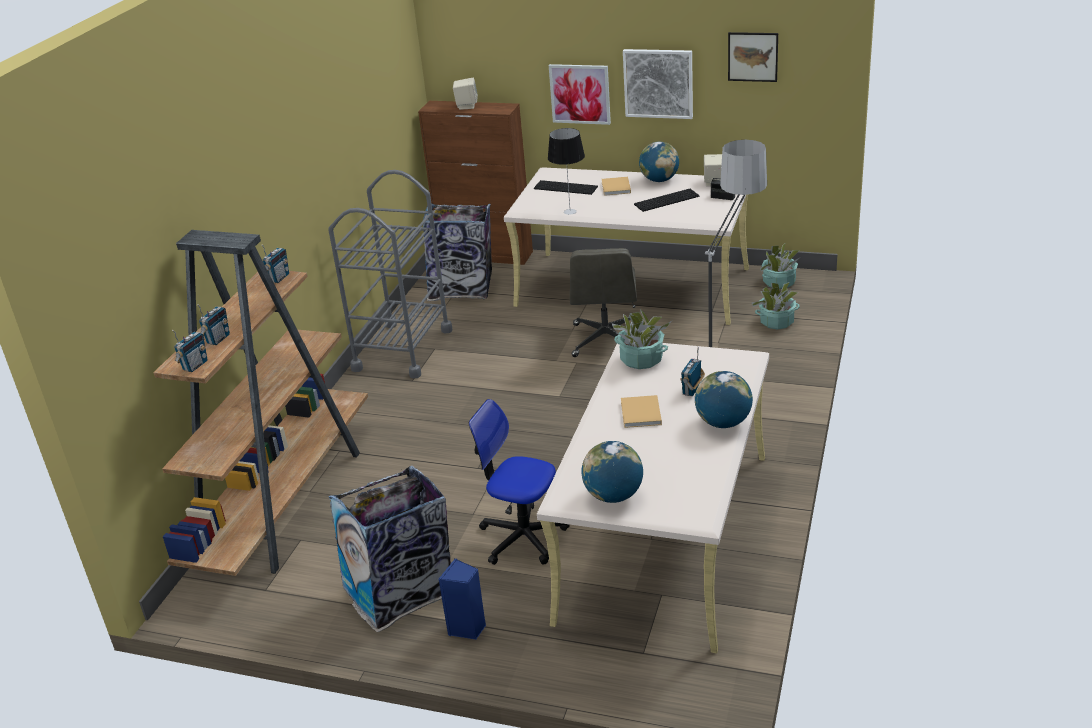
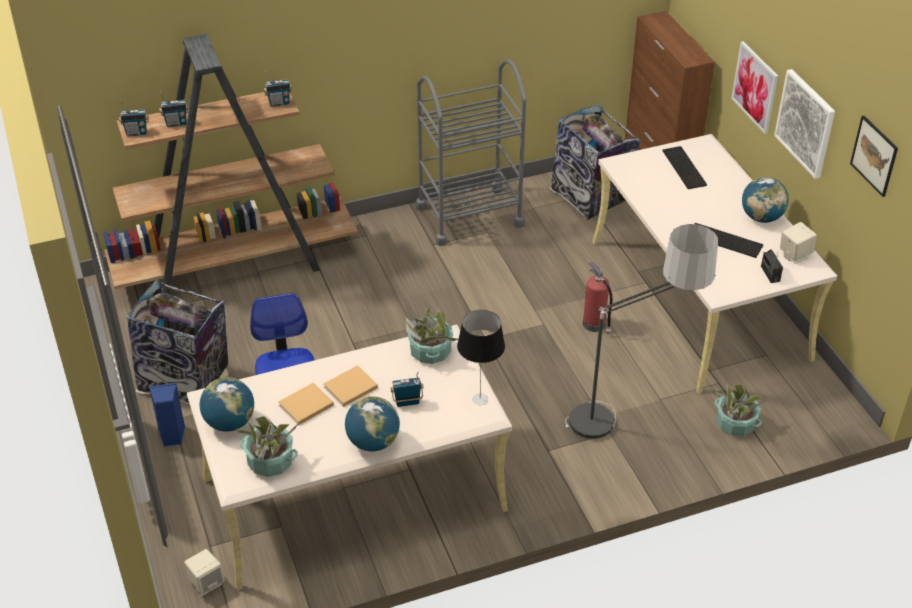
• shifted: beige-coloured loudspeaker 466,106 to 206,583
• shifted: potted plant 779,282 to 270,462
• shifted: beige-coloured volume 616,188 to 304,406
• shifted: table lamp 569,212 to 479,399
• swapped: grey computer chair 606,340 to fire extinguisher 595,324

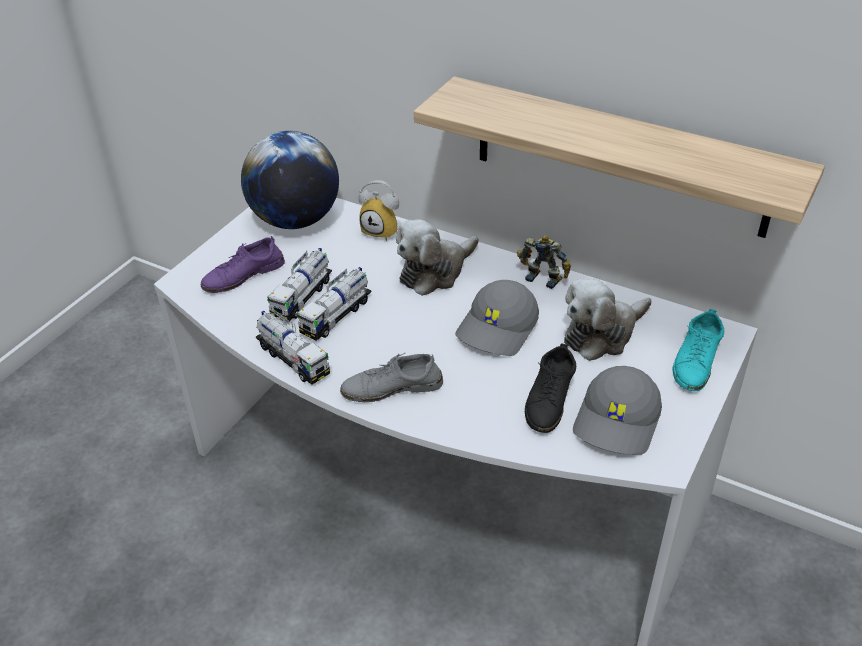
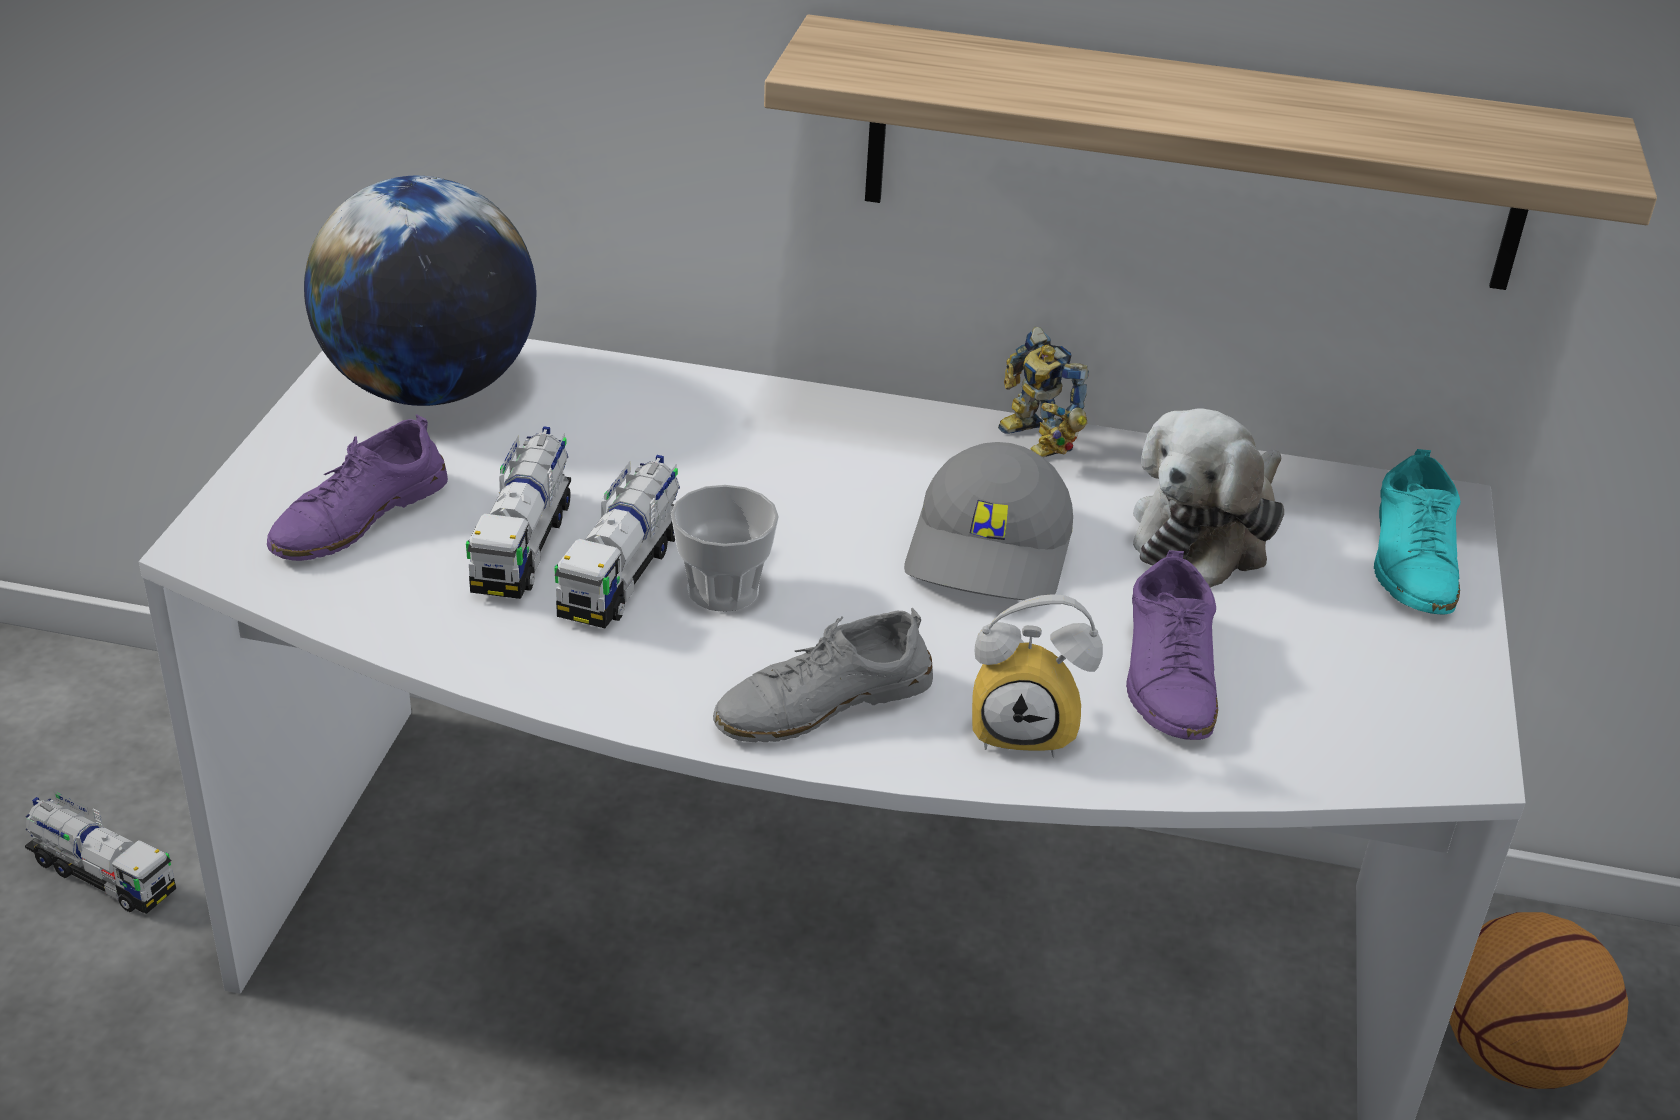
• shifted: toy truck 293,359 to 102,876
• new: small cup 723,590
• shifted: table clock 383,231 to 1026,728
• rotated: model robot 543,277 = 1032,442 135 degrees counterclockwise
• repainted: blackish item of footwear 549,399 to purple item of footwear 1169,673
• new: ball for basketball 1513,1058
• gone: cuddly toy 435,271
• gone: grey peaked cap 618,422

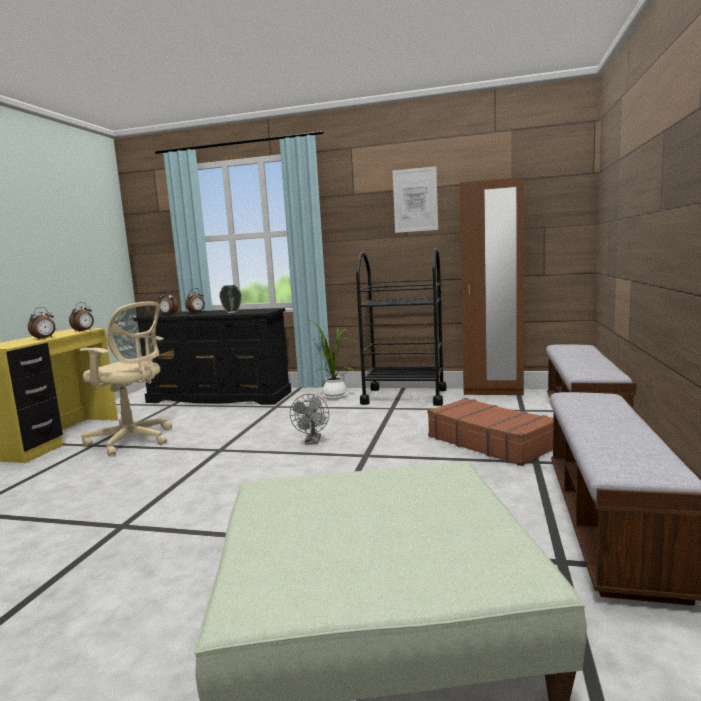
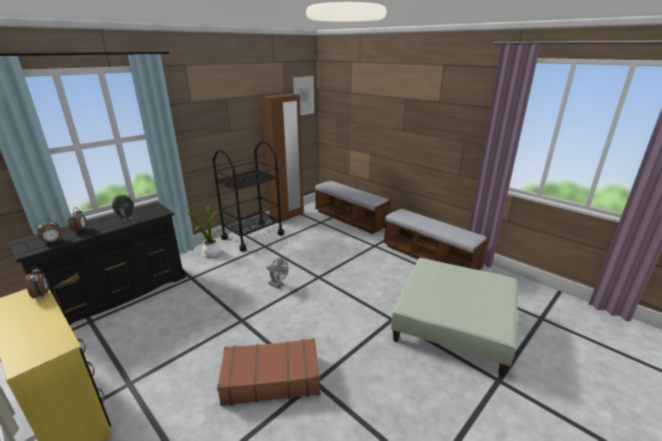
• shifted: brownish suitcase 490,442 to 271,378
• shifted: wall picture 415,200 to 303,96
• gone: table clock 44,338
• gone: beige-coloured computer chair 133,440

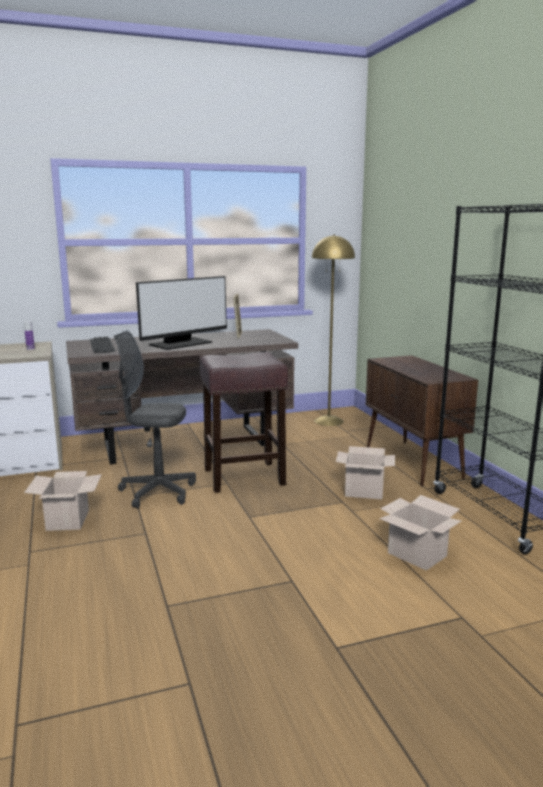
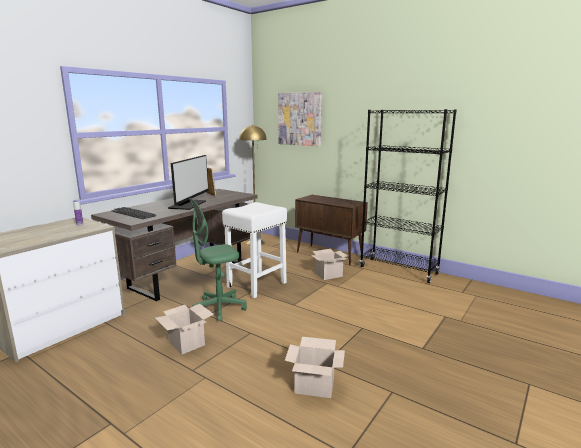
• repainted: grey computer chair 157,492 to green-coloured computer chair 218,308
• repainted: brownish sitting stool 242,477 to white sitting stool 256,285
• new: wall picture 300,119
• shifted: carton 415,554 to 313,386

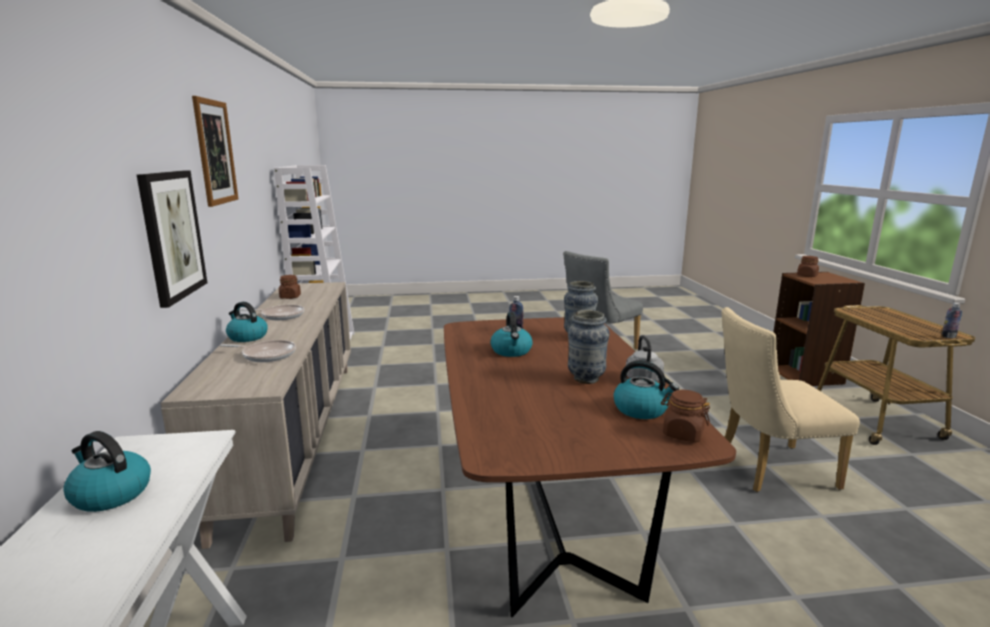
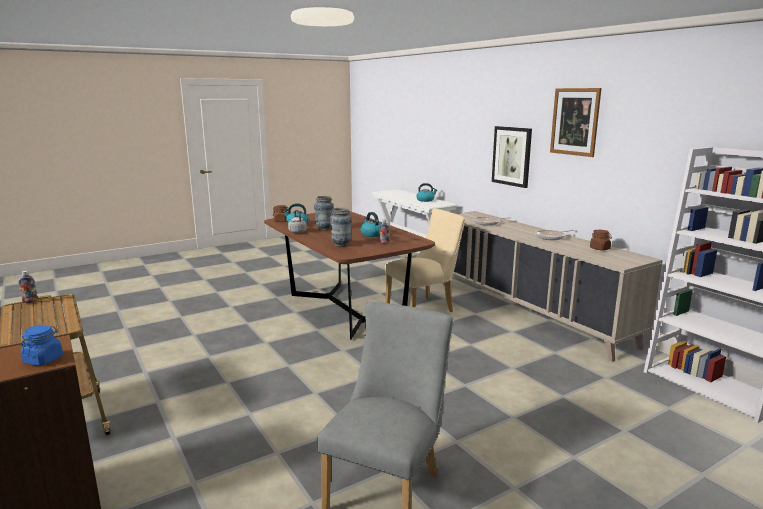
• repainted: brownish preserve jar 807,276 to bluish preserve jar 43,359
• shifted: beige-coloured plain chair 767,469 to 424,309
• gone: tea kettle 247,337

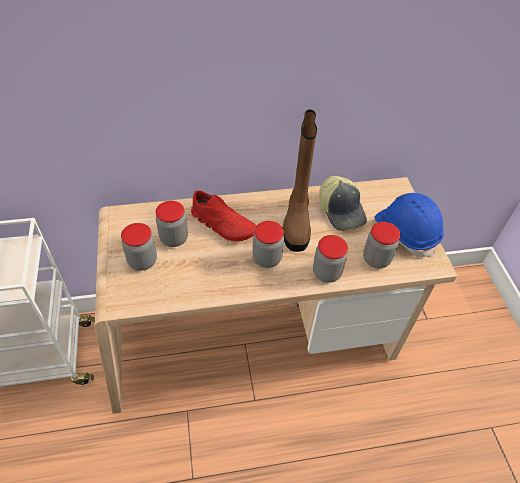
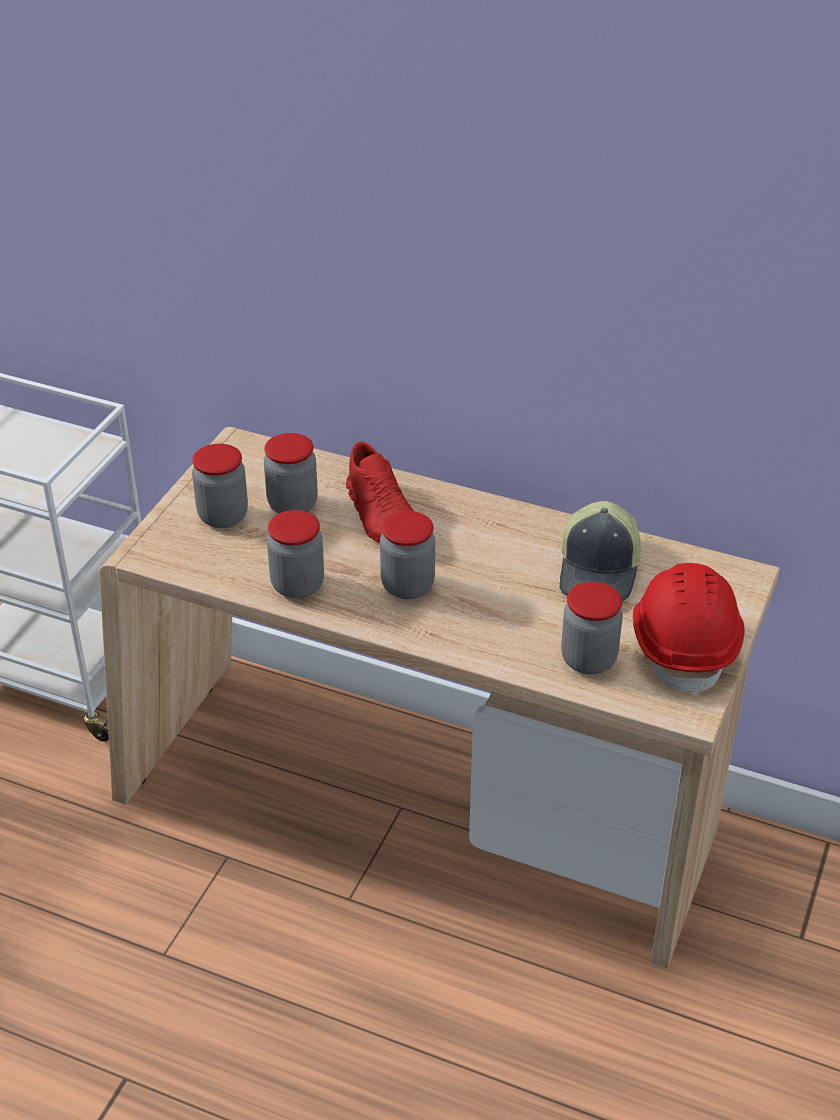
• shifted: preserve jar 326,273 to 297,585
• repainted: bluish work helmet 406,232 to red-coloured work helmet 684,645
• gone: brownish high-top boot 297,222

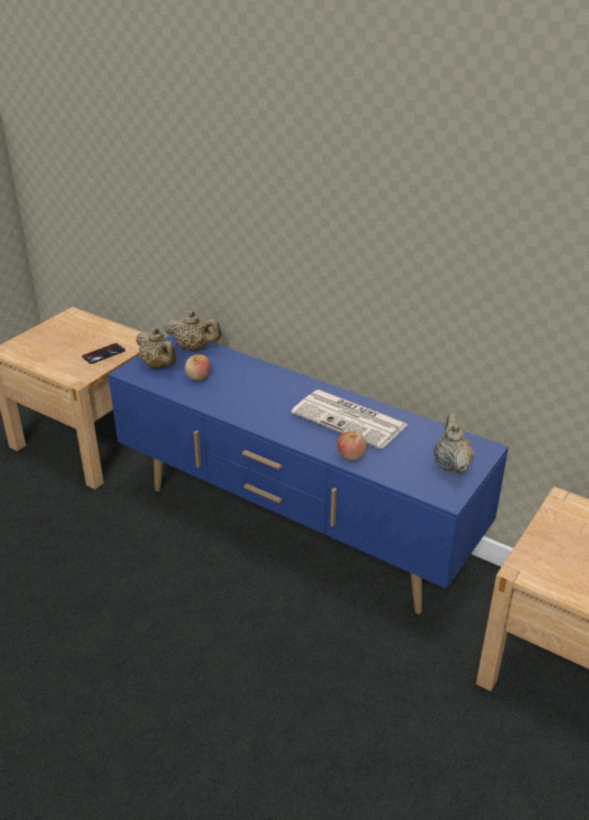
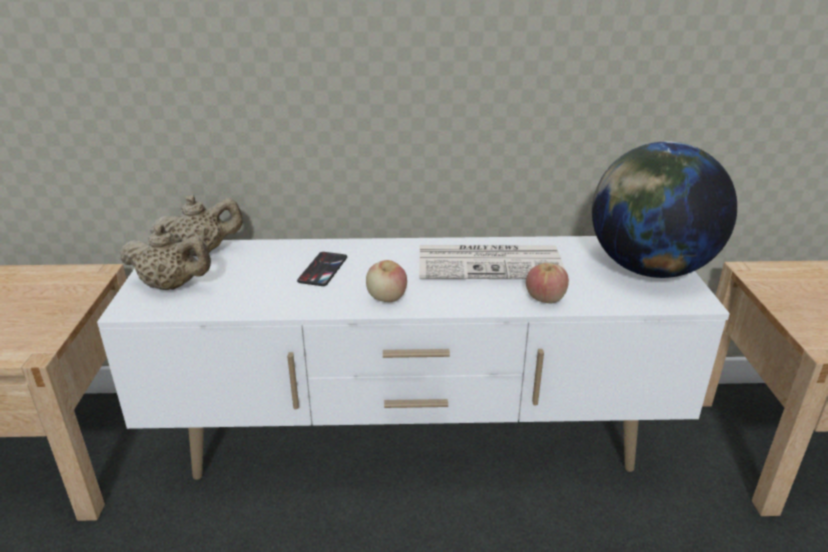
• repainted: bluish tv unit 296,528 to white tv unit 415,441
• shifted: handset 103,354 to 323,269
• shifted: apple 198,378 to 386,298
• swapped: beige-coloured tea pot 451,465 to desk globe 649,269

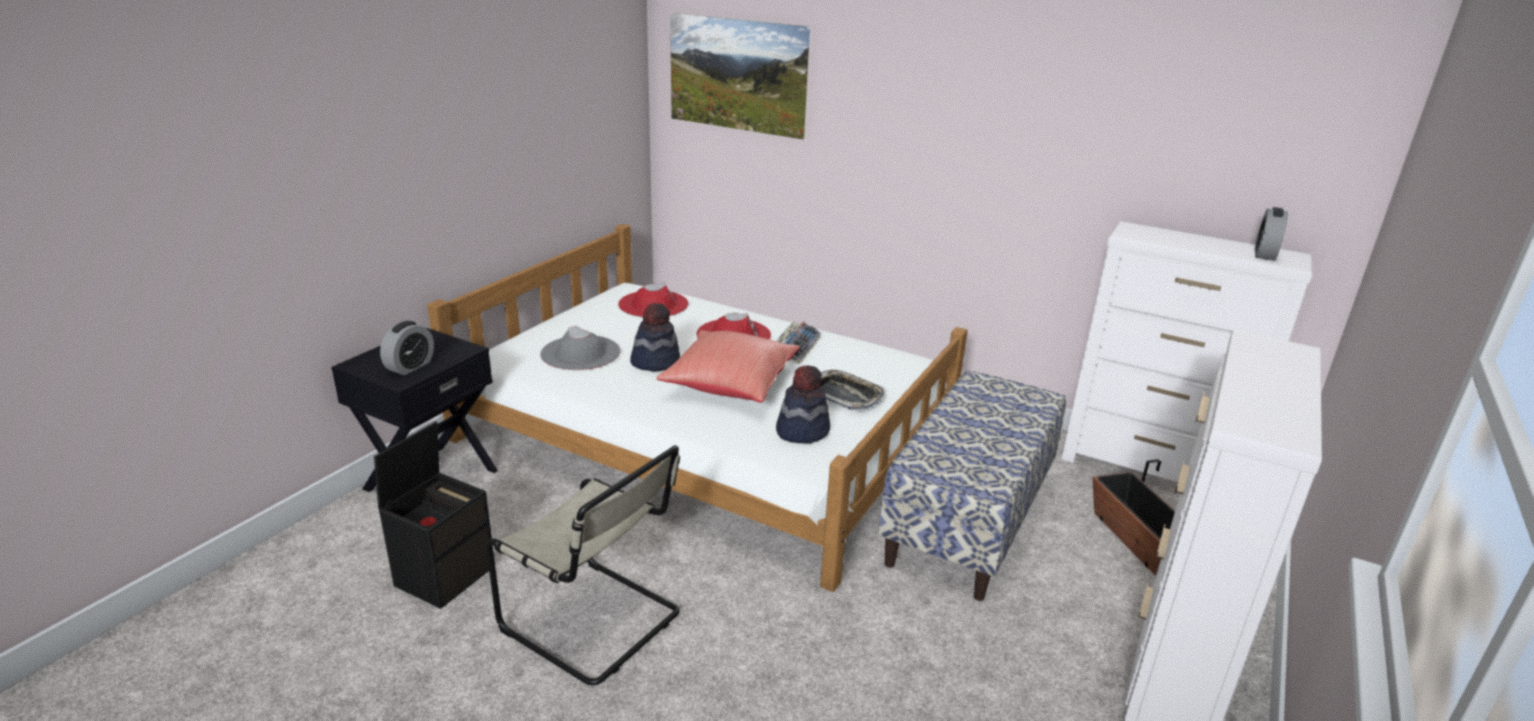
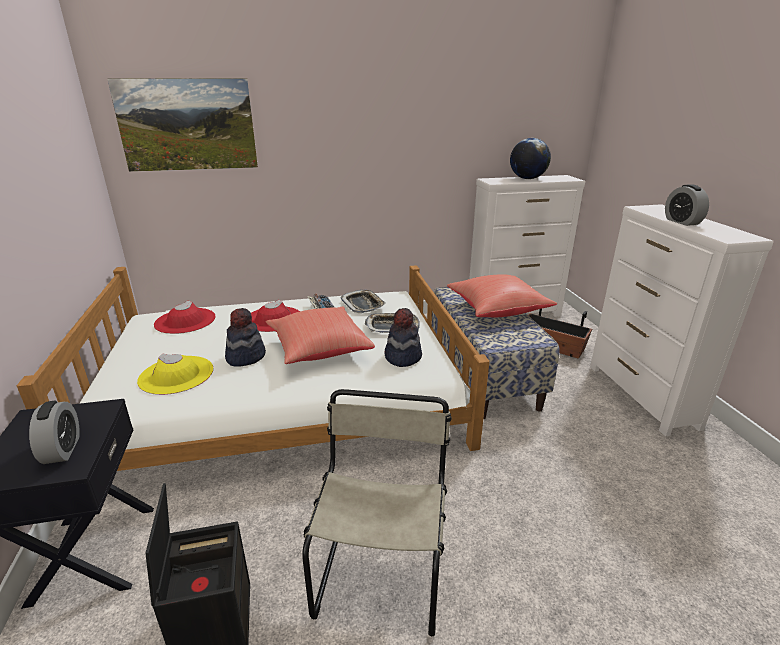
• repainted: grey clothing hat 580,353 to yellow-coloured clothing hat 176,375
• rotated: beige-coloured plain chair 596,623 = 382,568 75 degrees counterclockwise
• new: tray 363,305
• new: red-coloured throw pillow 496,310
• new: desk globe 527,178
• shifted: table clock 1264,254 to 682,222

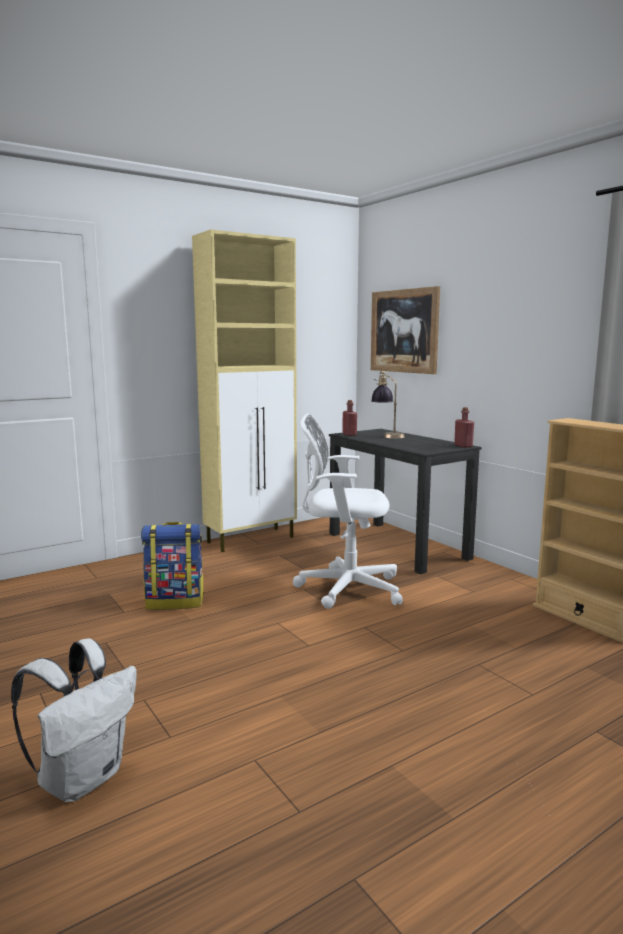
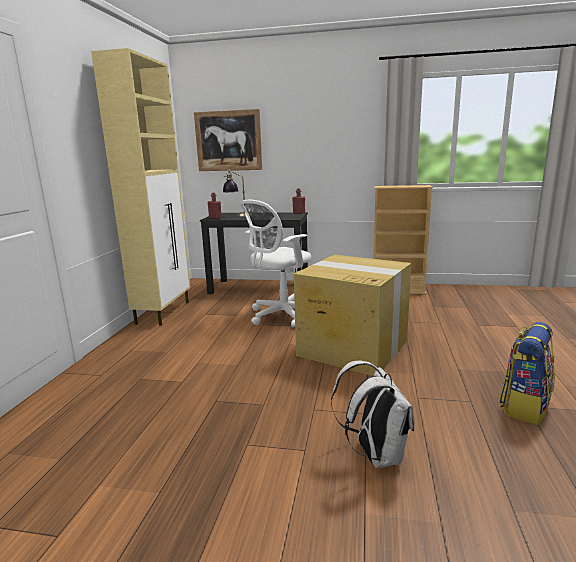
• new: carton 351,348
• shifted: knapsack 175,602 to 524,406

